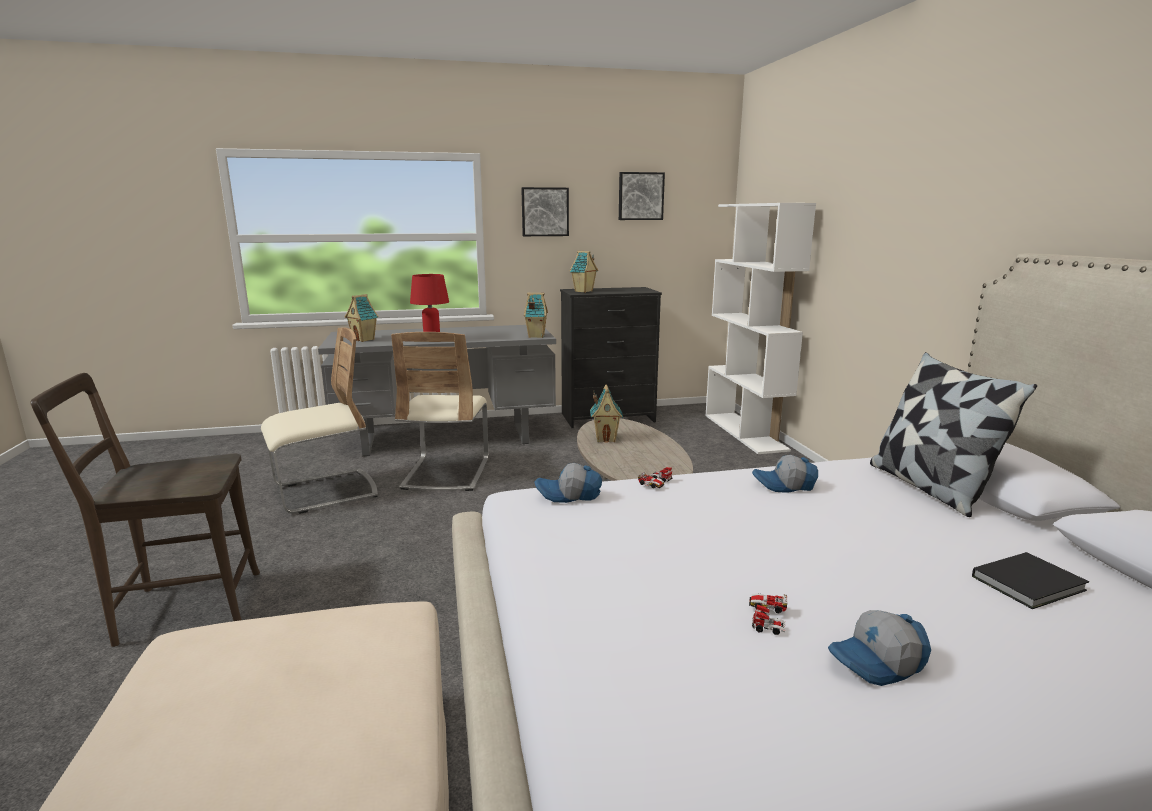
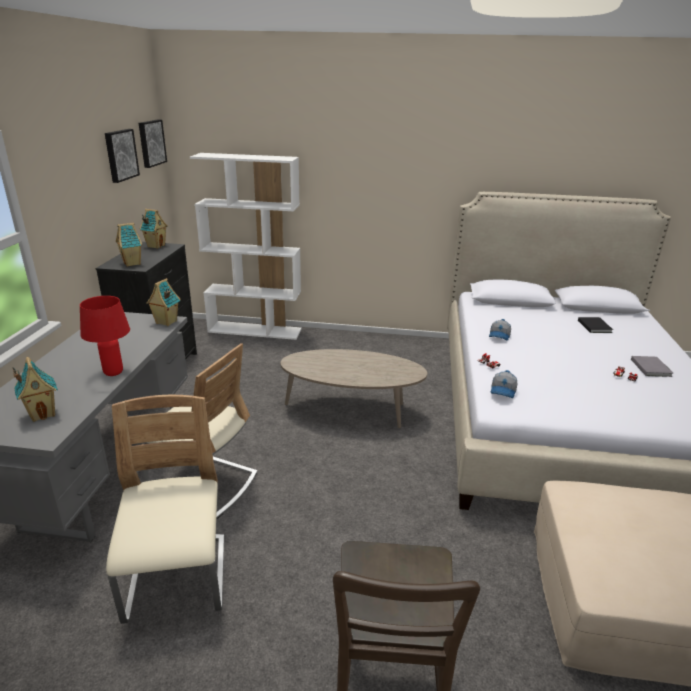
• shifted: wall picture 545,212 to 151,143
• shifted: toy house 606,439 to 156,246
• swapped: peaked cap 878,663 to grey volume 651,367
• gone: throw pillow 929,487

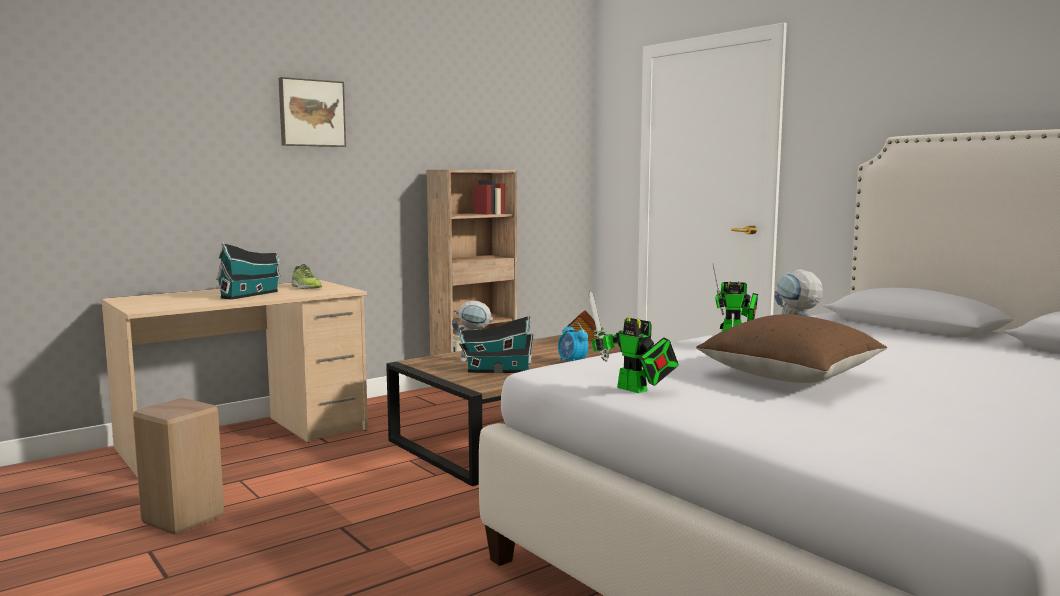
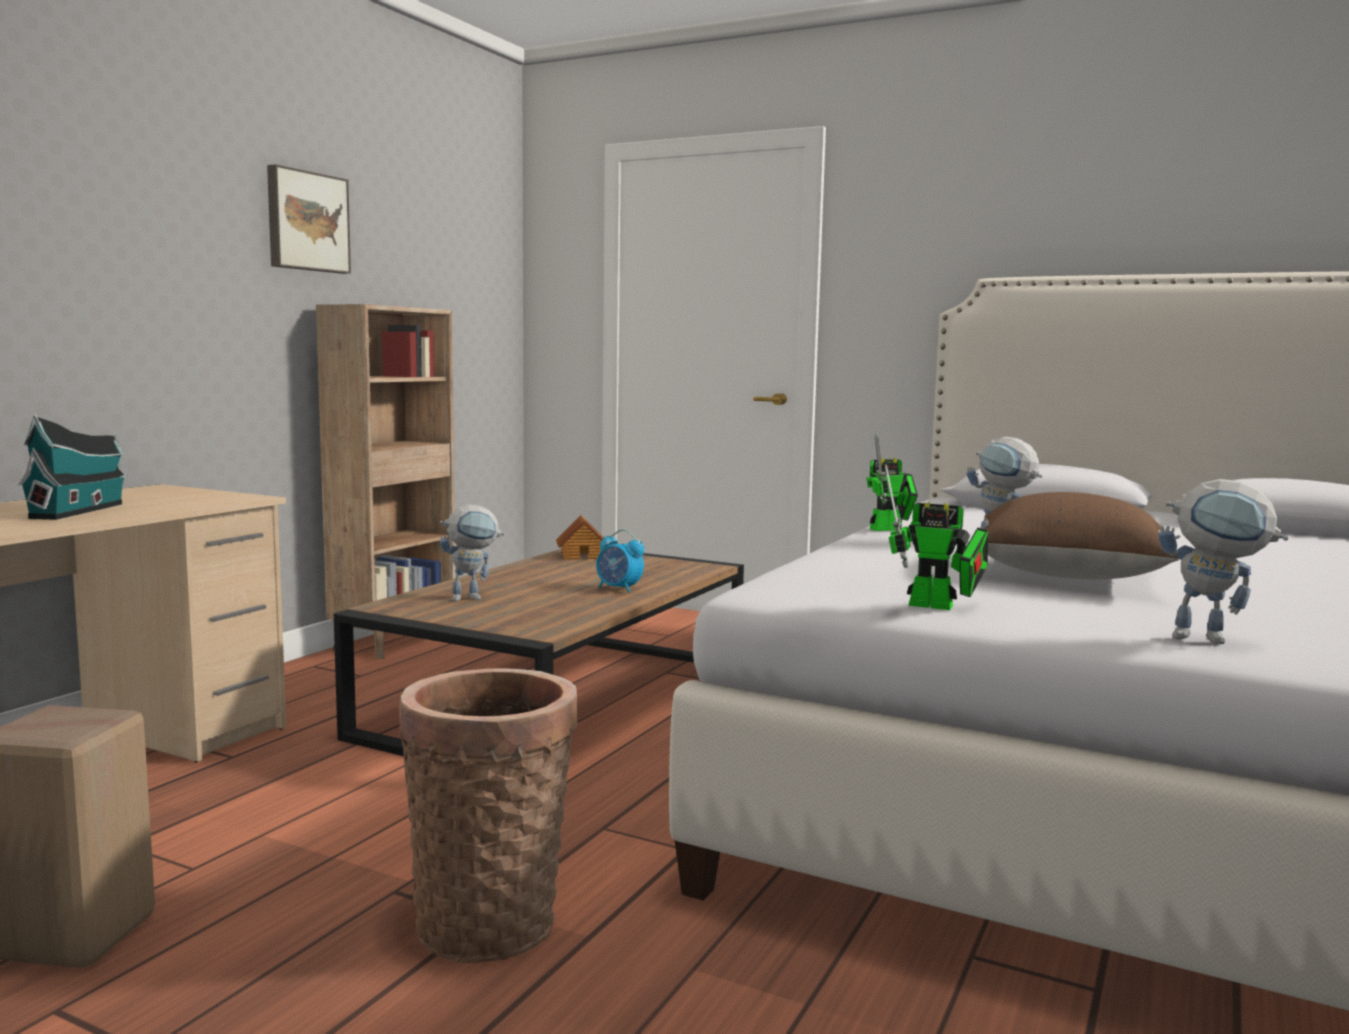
• shifted: wall picture 311,113 to 306,221
• new: storage basket 491,920
• new: model robot 1213,639
• gone: item of footwear 305,287
• gone: toy house 496,370

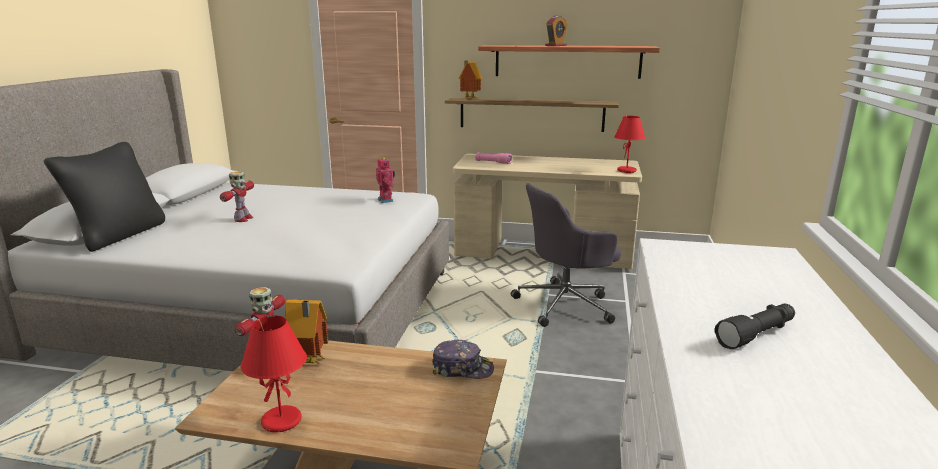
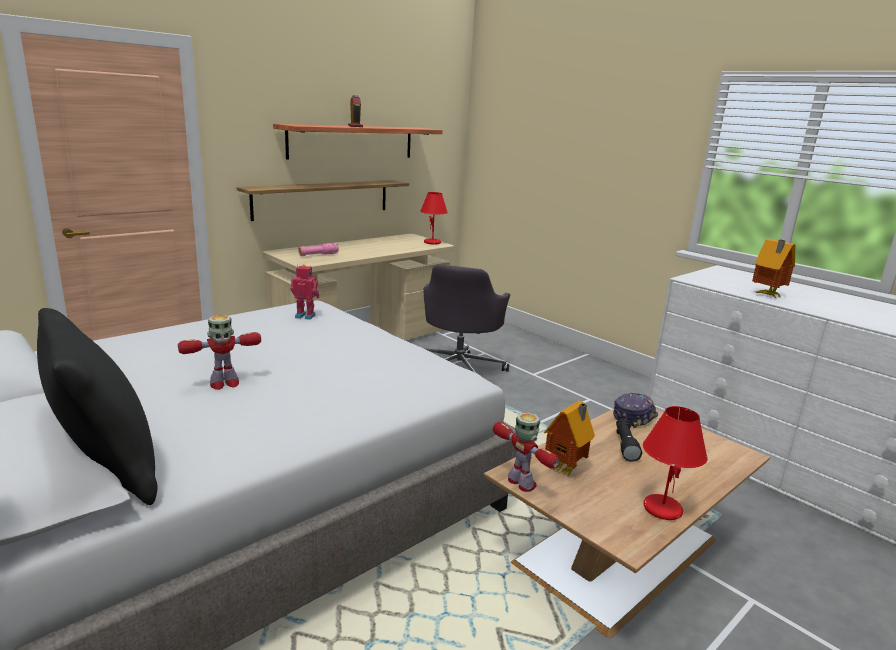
• rotated: model robot 243,219 = 224,384 105 degrees clockwise
• shifted: blackish flashlight 757,335 to 625,444
• shifted: toy house 469,99 to 766,295

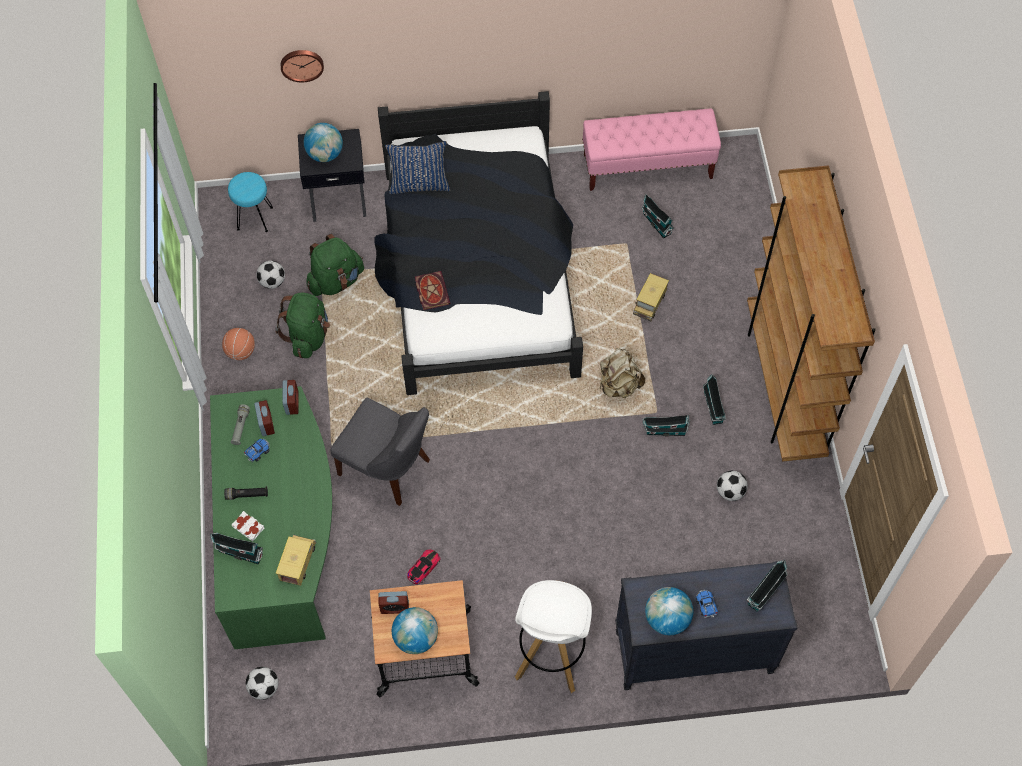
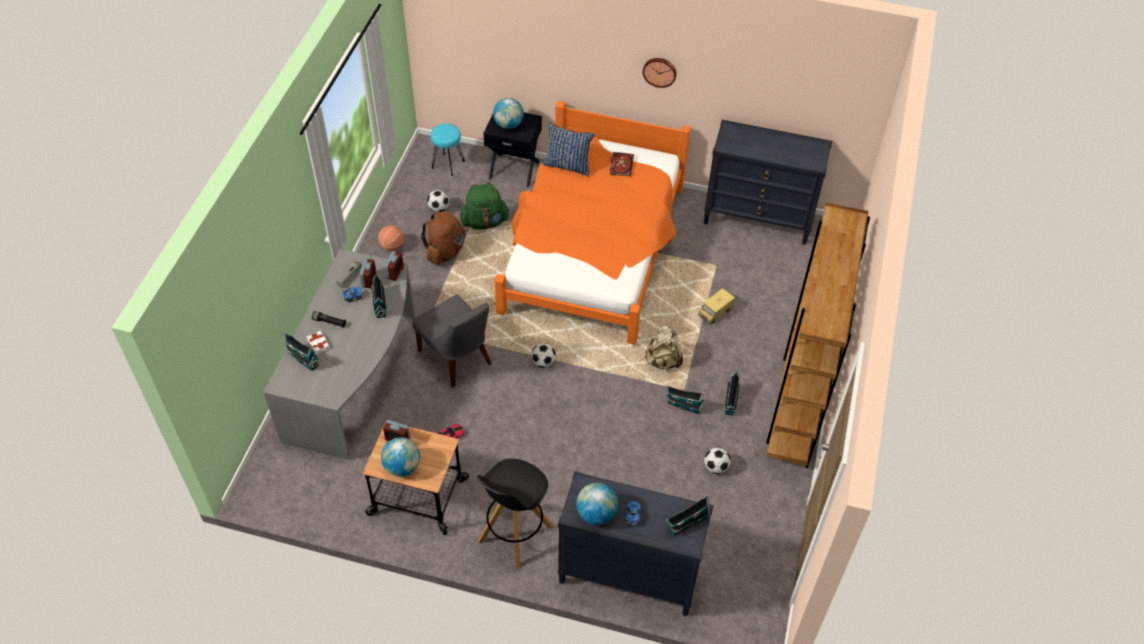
• repainted: green-coloured desk 282,537 to grey desk 355,378
• shifted: toy house 656,222 to 379,303
• repainted: green-coloured knapsack 308,336 to brownish knapsack 445,251
• repainted: white sitting stool 551,654 to blackish sitting stool 514,534
• repainted: blackish bedroom bed 478,273 to orange bedroom bed 592,250
• shifted: football ball 264,688 to 543,362
• shifted: volume 431,291 to 621,164
• shifted: hanging clock 302,64 to 660,71
• swapped: pink-coloured bench 648,166 to blackish dresser 758,219
• gone: toy truck 297,562

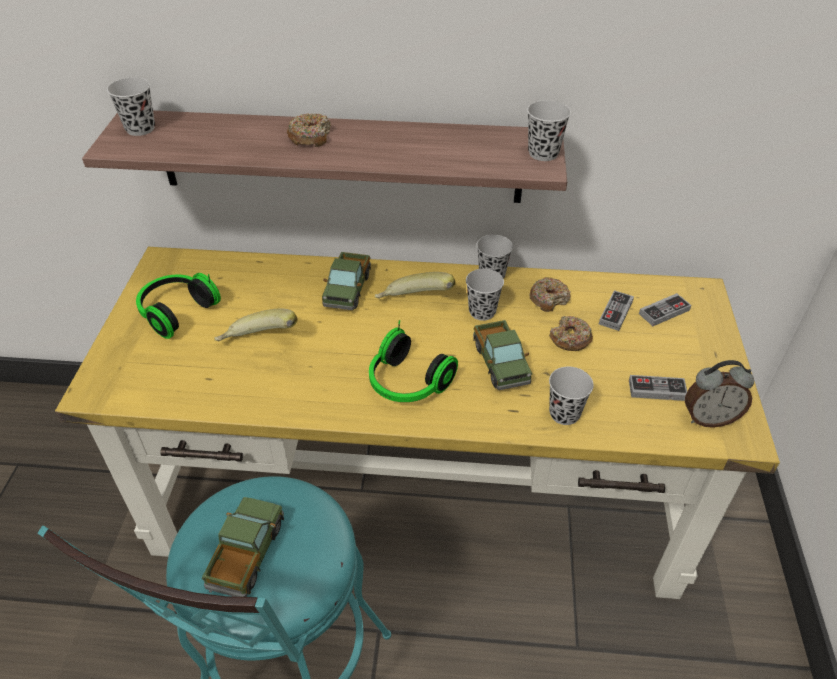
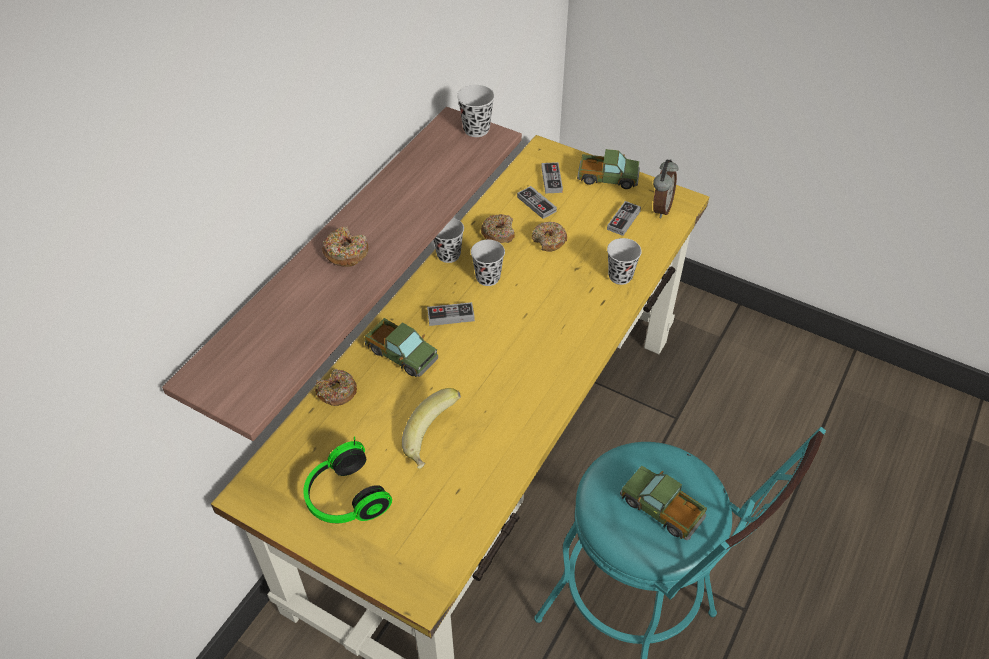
• new: donut 337,392
• swapped: banana 414,304 to game controller 451,316
• shifted: toy truck 500,363 to 607,178
• gone: blackish small cup 140,129
• gone: headset 406,384

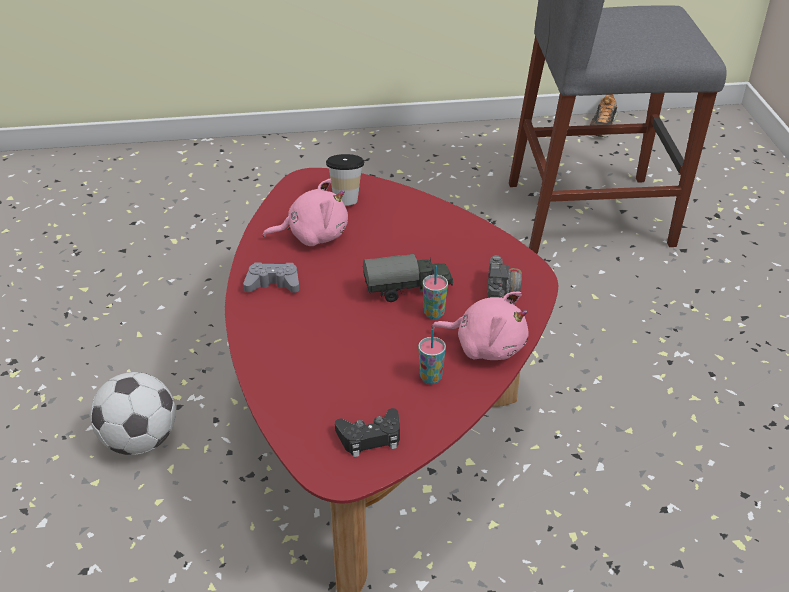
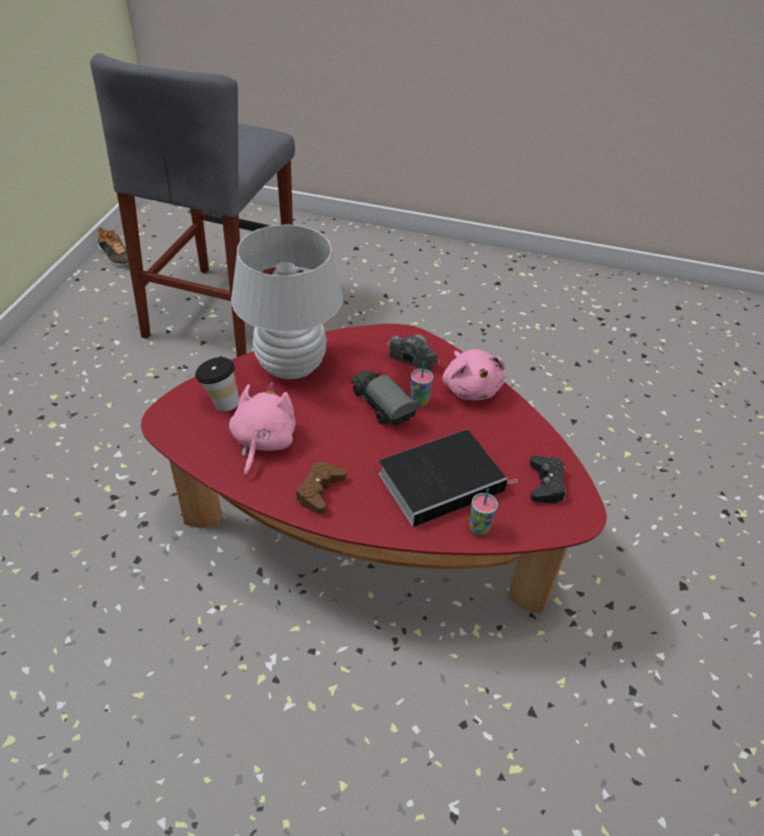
• new: white table lamp 290,366
• repainted: grey game controller 273,284 to brownish game controller 319,491
• rotated: toy truck 408,289 = 380,406 45 degrees counterclockwise
• new: volume 443,480
• rotated: pink-coloured cuddly toy 486,345 = 470,387 120 degrees clockwise
• shifted: small cup 431,378 to 479,528
• gone: football ball 140,440

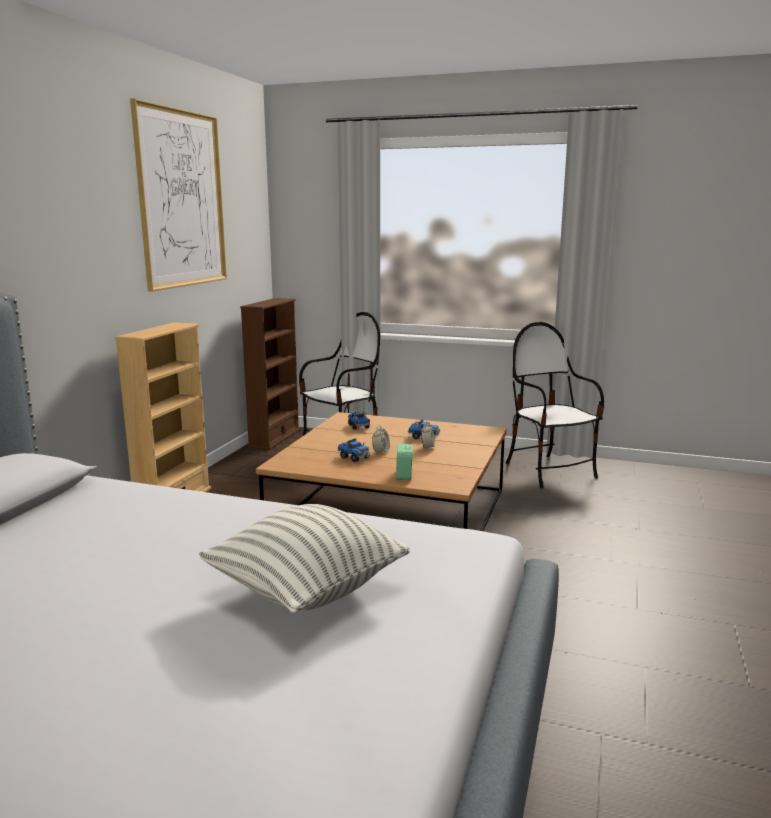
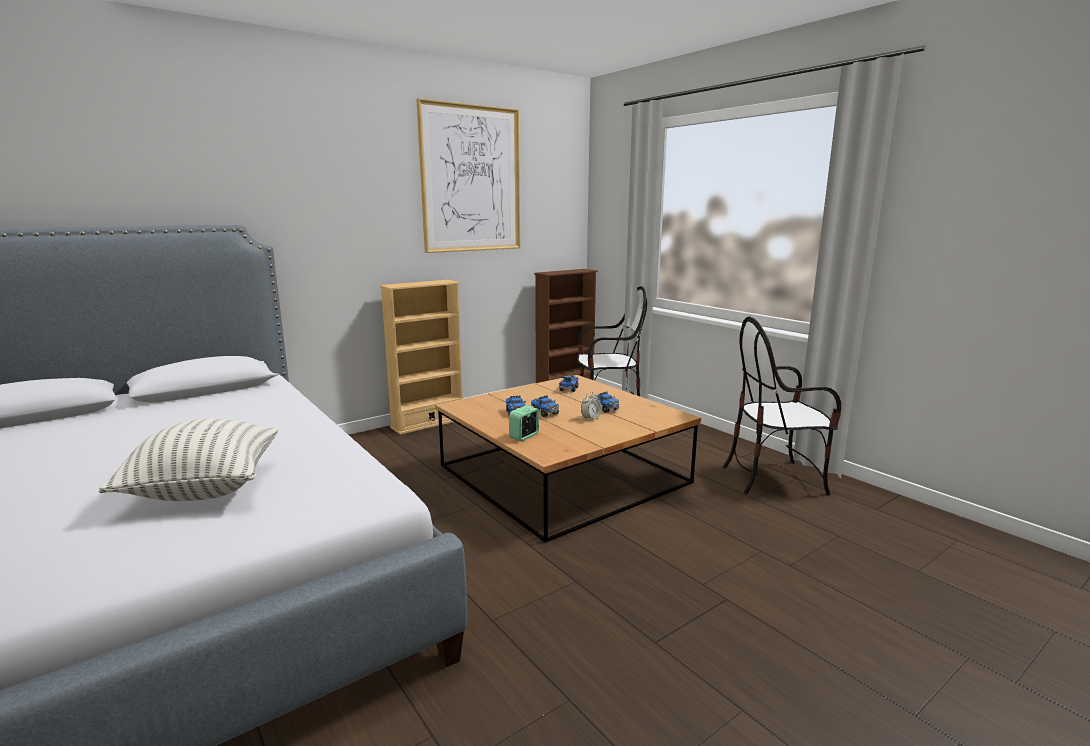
• swapped: table clock 381,452 to toy truck 545,413
• rotated: plain chair 549,471 = 774,478 105 degrees counterclockwise

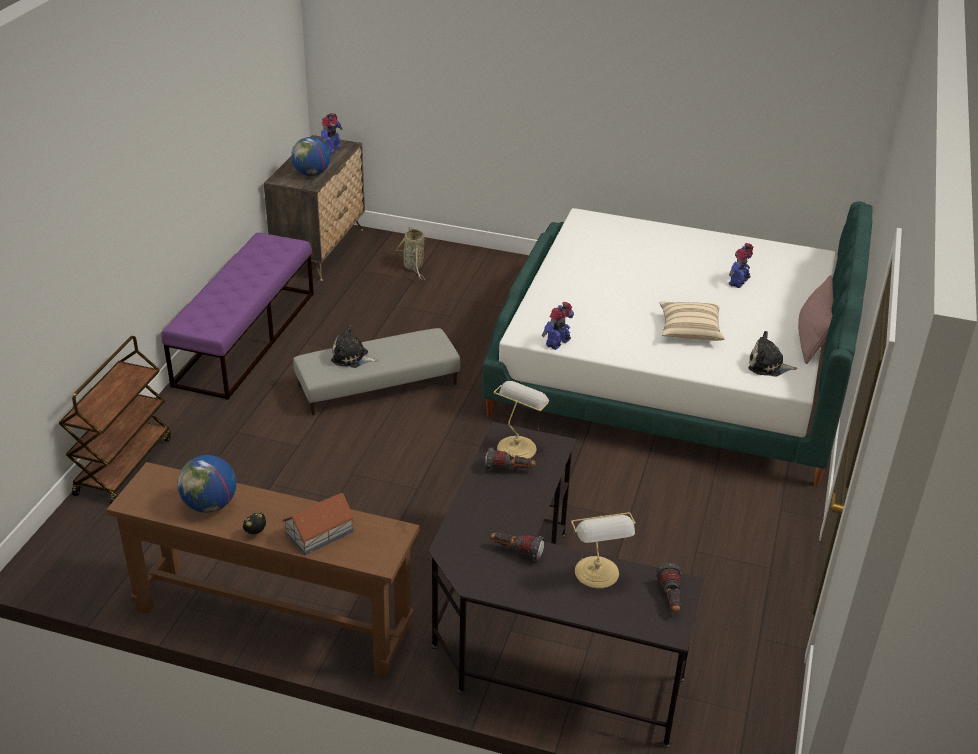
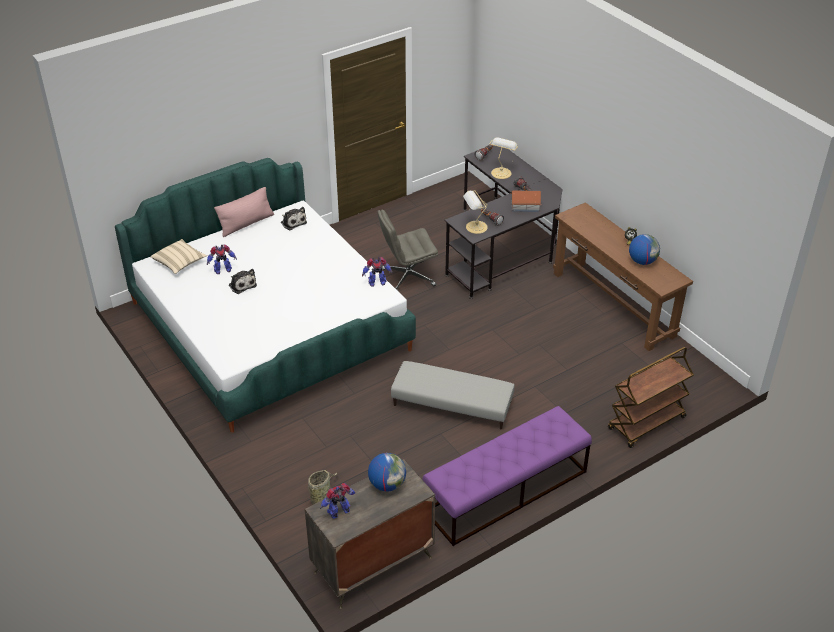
• shifted: beige-coloured throw pillow 689,331 to 179,263
• shifted: cuddly toy 352,358 to 242,284
• new: grey computer chair 407,278
• shifted: toy house 320,532 to 524,206

